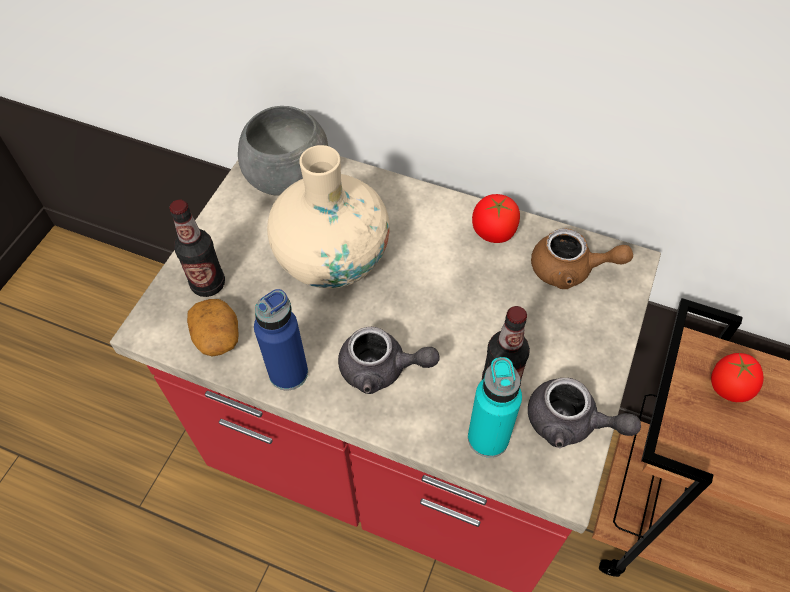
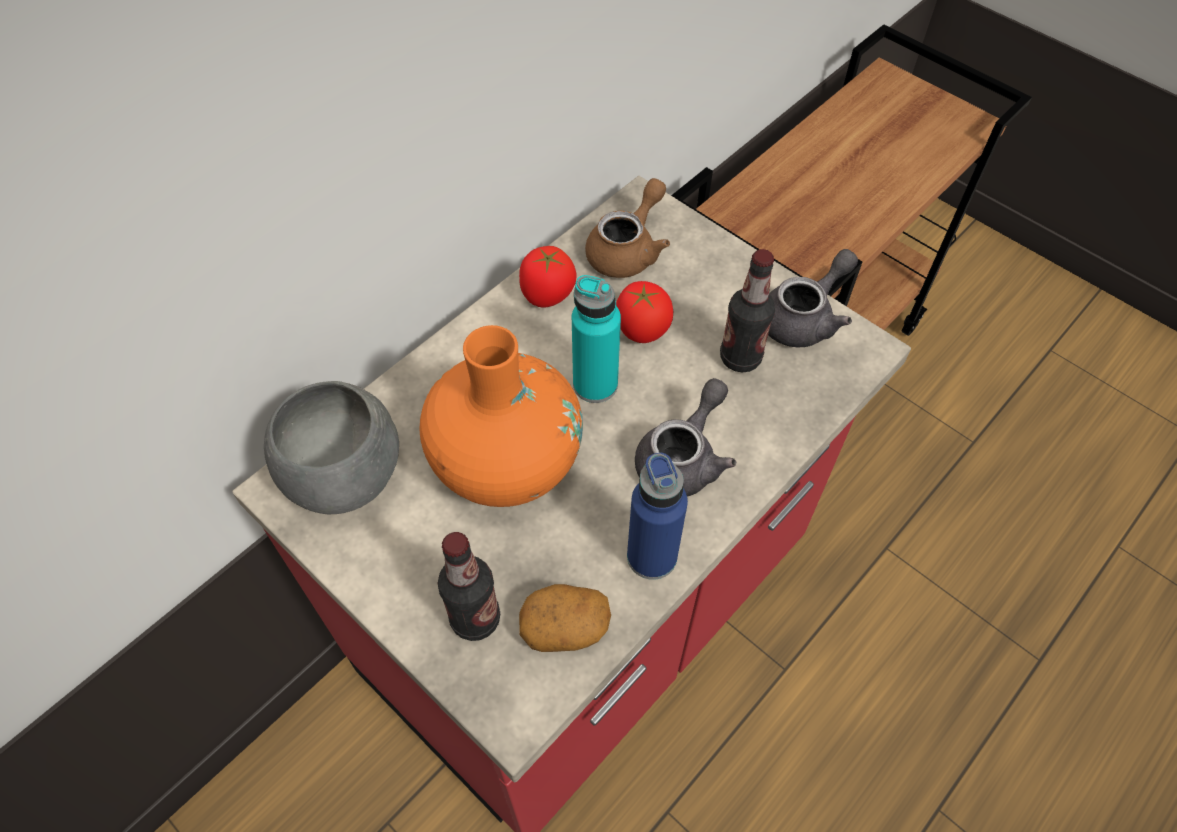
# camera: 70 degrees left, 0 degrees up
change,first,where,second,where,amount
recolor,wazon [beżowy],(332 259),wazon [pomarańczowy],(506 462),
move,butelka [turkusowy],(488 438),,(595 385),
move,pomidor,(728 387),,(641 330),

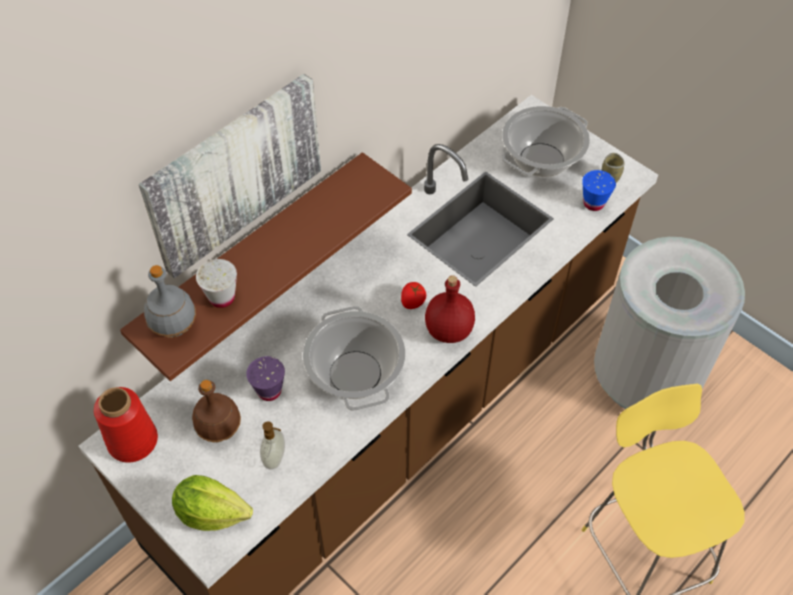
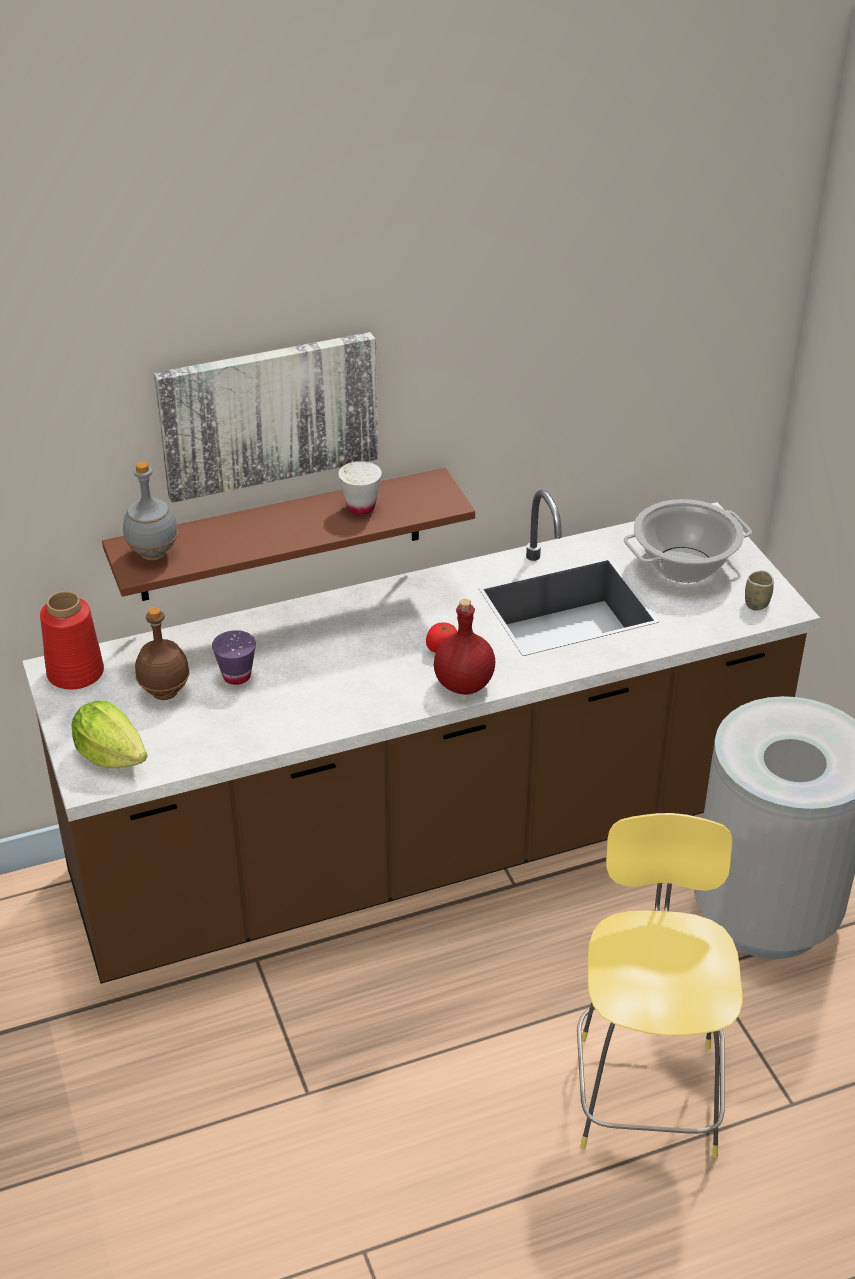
# camera: 25 degrees right, 15 degrees down
change,first,where,second,where,amount
move,filiżanka [biały],(222 298),,(361 507),
delete,dozownik mydła,(276 458),,,
delete,garnek,(356 374),,,
delete,filiżanka [niebieski],(593 203),,,

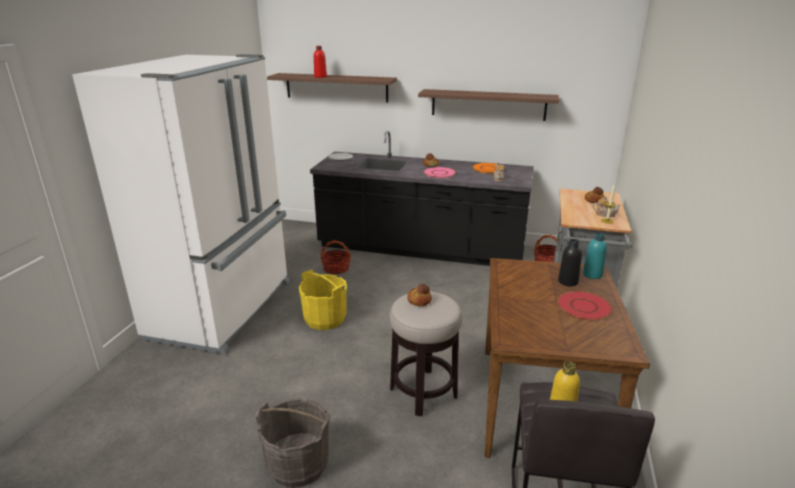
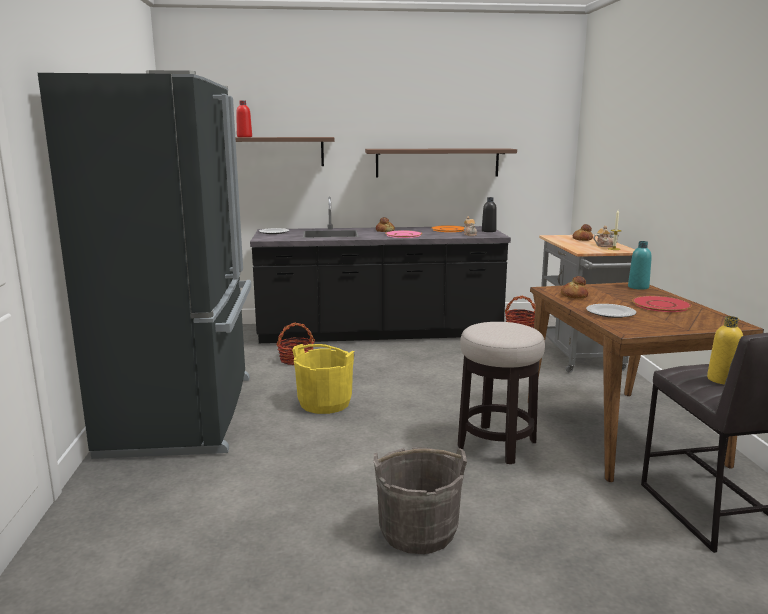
# camera: 20 degrees left, 10 degrees down
change,first,where,second,where,amount
recolor,lodówka [biały],(224 309),lodówka [czarny],(185 413),
move,chleb,(419 300),,(574 296),
move,butelka [czarny],(568 282),,(488 231),
insert,,,talerz,(610 313),

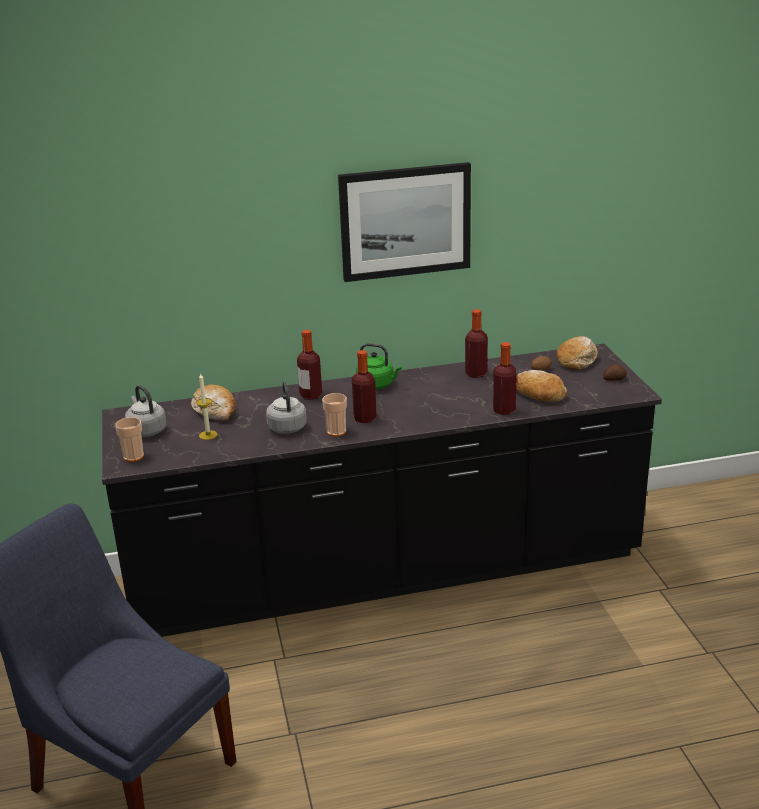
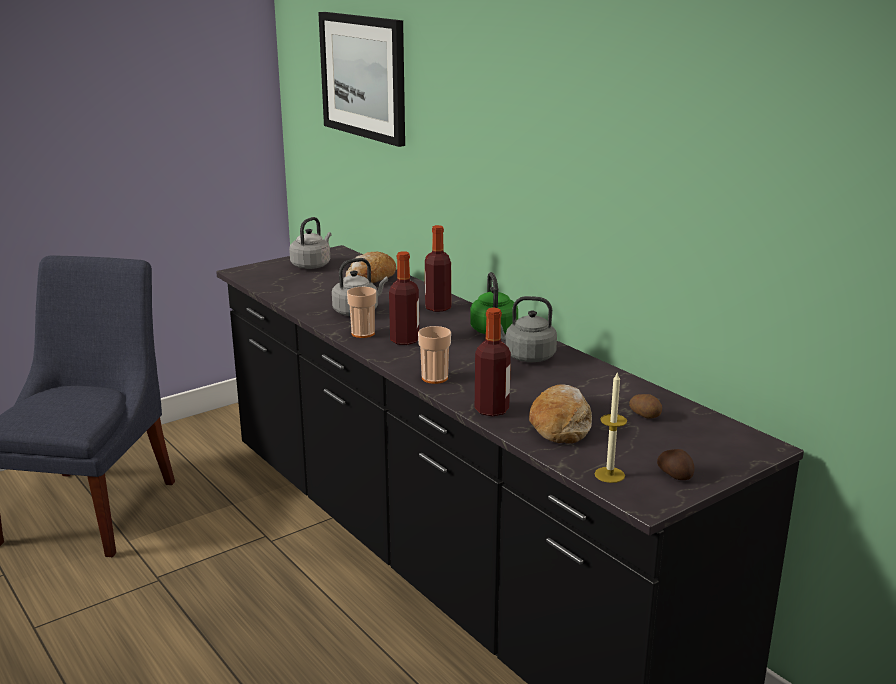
# camera: 65 degrees right, 5 degrees down
change,first,where,second,where,amount
move,filiżanka,(133 456),,(434 378),
move,świeca,(208 435),,(609 475),
move,obraz,(405 221),,(363 76),
delete,butelka,(476 373),,,
delete,chleb,(577 360),,,
insert,,,czajnik [szary],(527 356),

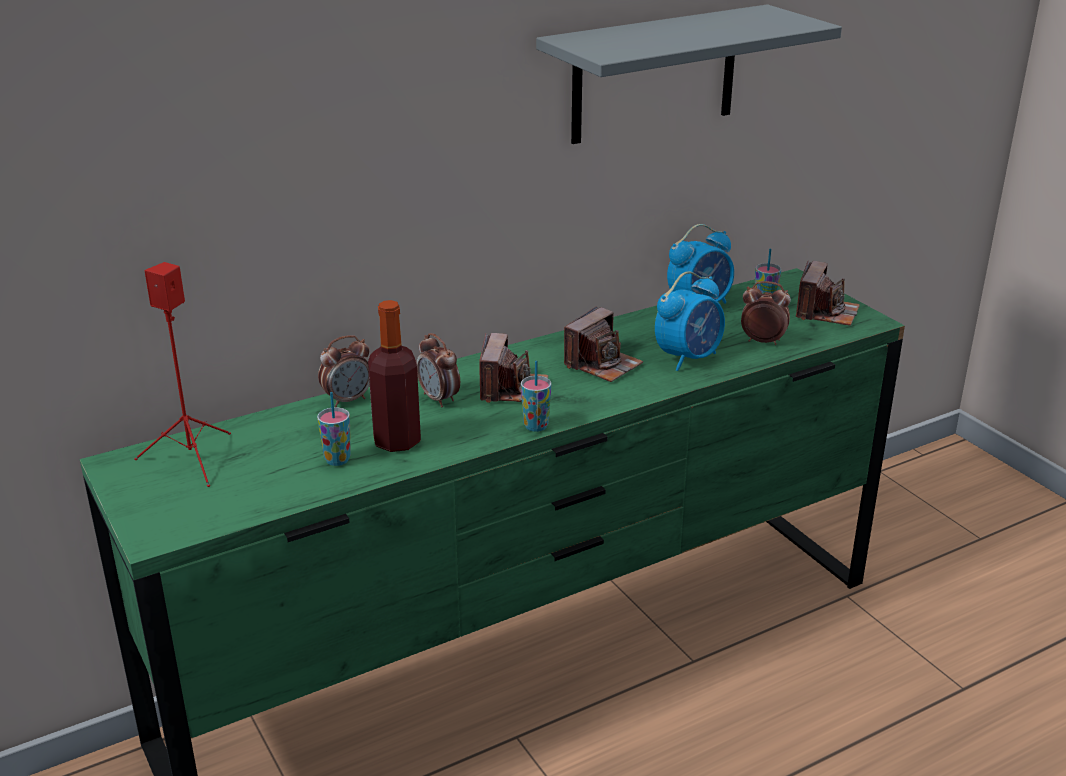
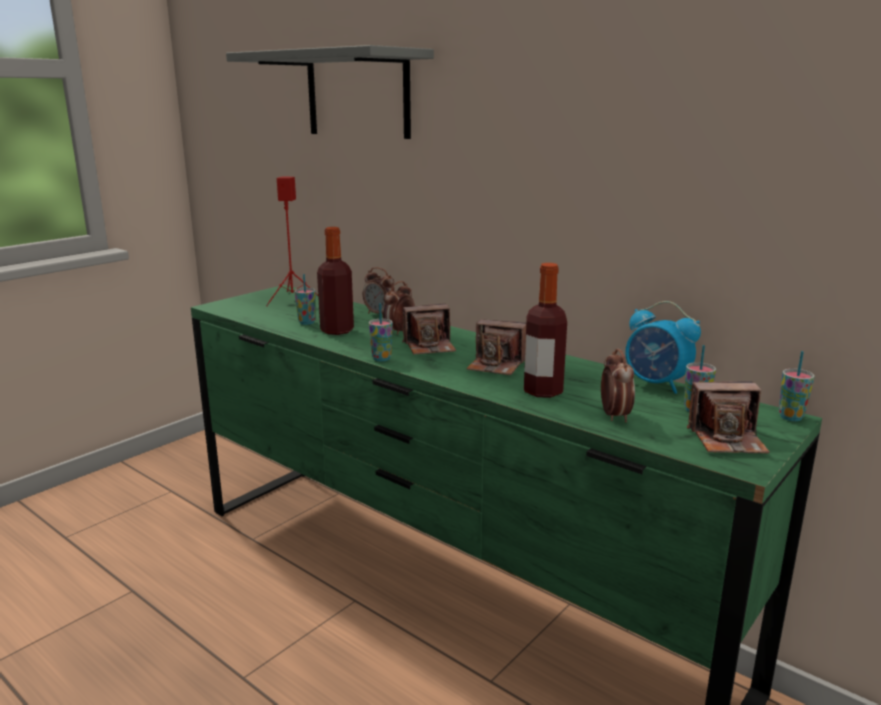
# camera: 70 degrees right, 10 degrees down
change,first,where,second,where,amount
move,półka [szary],(654 75),,(357 95),
replace,budzik,(689 358),butelka,(543 391),
insert,,,filiżanka,(790 417),

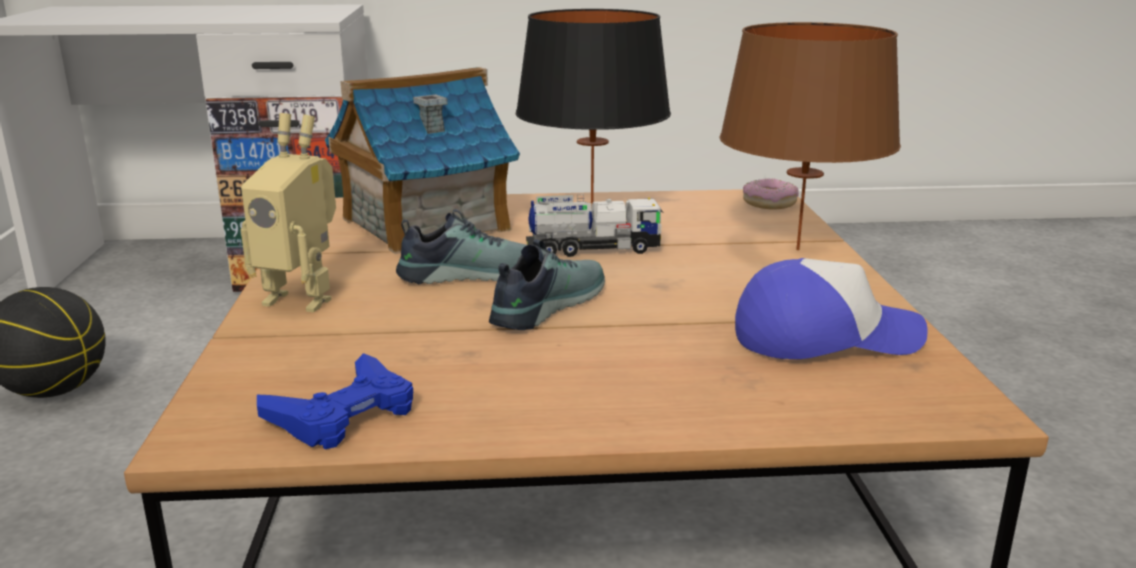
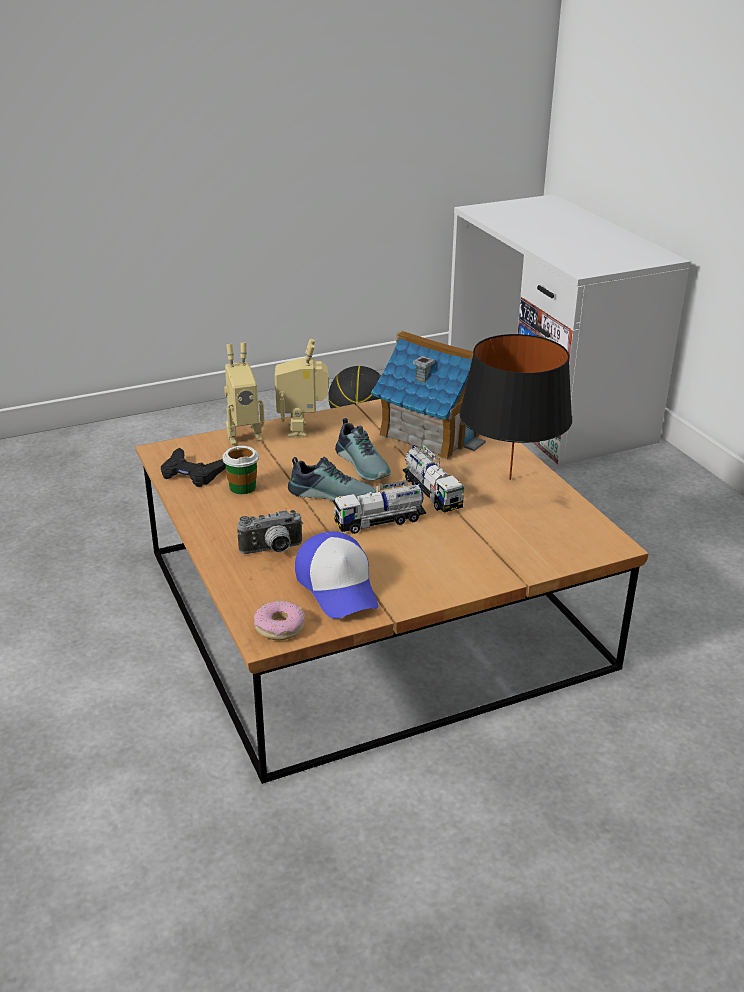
# camera: 70 degrees right, 10 degrees up
change,first,where,second,where,amount
recolor,pad do gier [niebieski],(343 414),pad do gier [czarny],(192 473),
delete,lampa stołowa [brązowy],(797 249),,,
move,donut,(769 203),,(279 627),
insert,,,filiżanka,(242 487),
insert,,,robot zabawkowy,(243 436),
insert,,,aparat fotograficzny,(272 550),
insert,,,ciężarówka zabawkowa,(379 521),

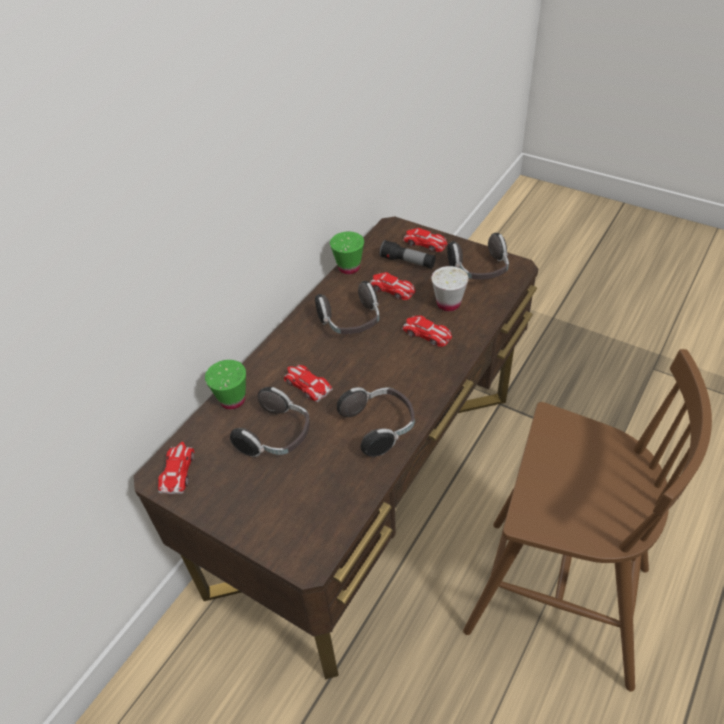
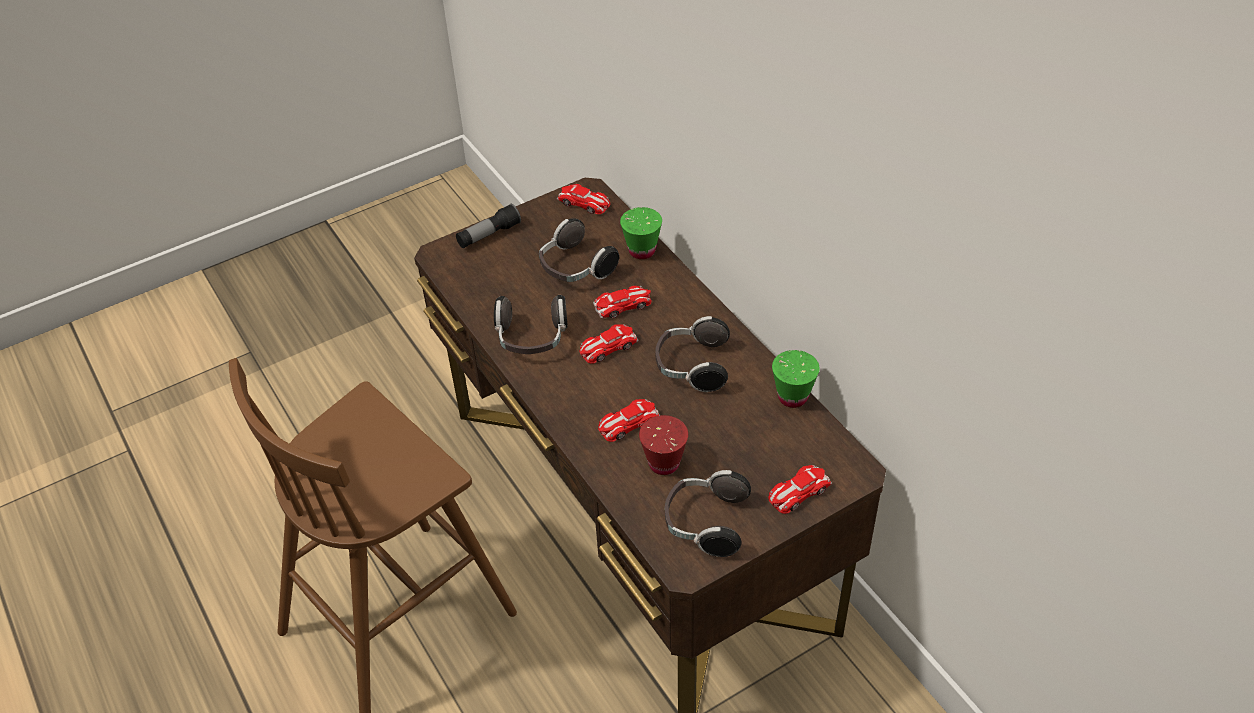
# camera: 115 degrees right, 0 degrees up
change,first,where,second,where,amount
move,samochodzik,(392 289),,(607 347),
move,latarka,(407 262),,(489 235),
recolor,filiżanka [biały],(448 304),filiżanka [czerwony],(664 463),

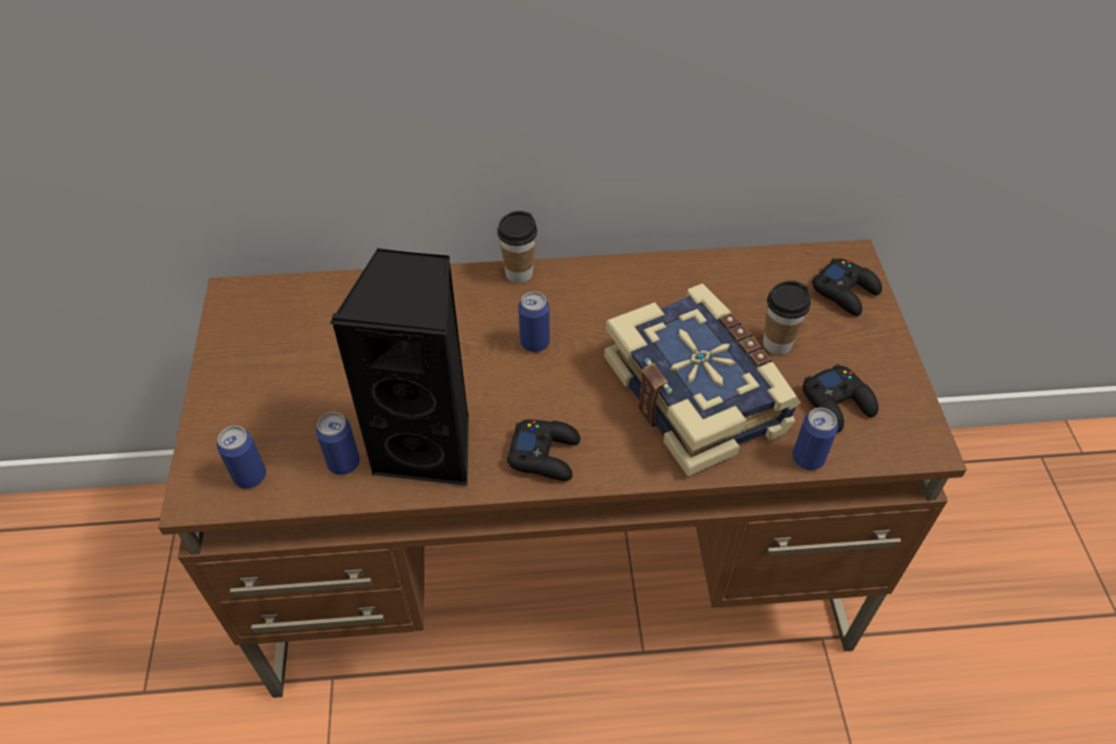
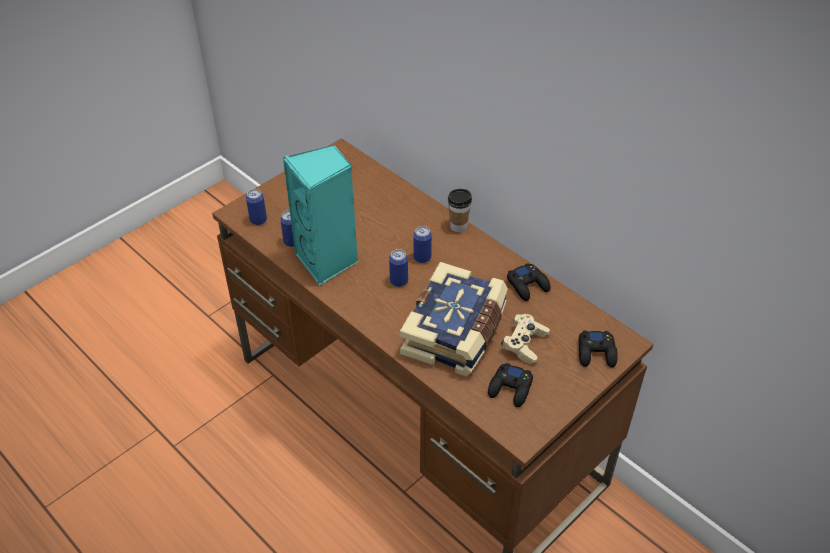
# camera: 50 degrees right, 5 degrees down
change,first,where,second,where,amount
recolor,głośnik [czarny],(430 446),głośnik [turkusowy],(328 261),
move,pad do gier [czarny],(545 454),,(528 285),
replace,filiżanka,(777 344),pad do gier [beżowy],(524 344),
move,puszka,(808 458),,(399 281),

